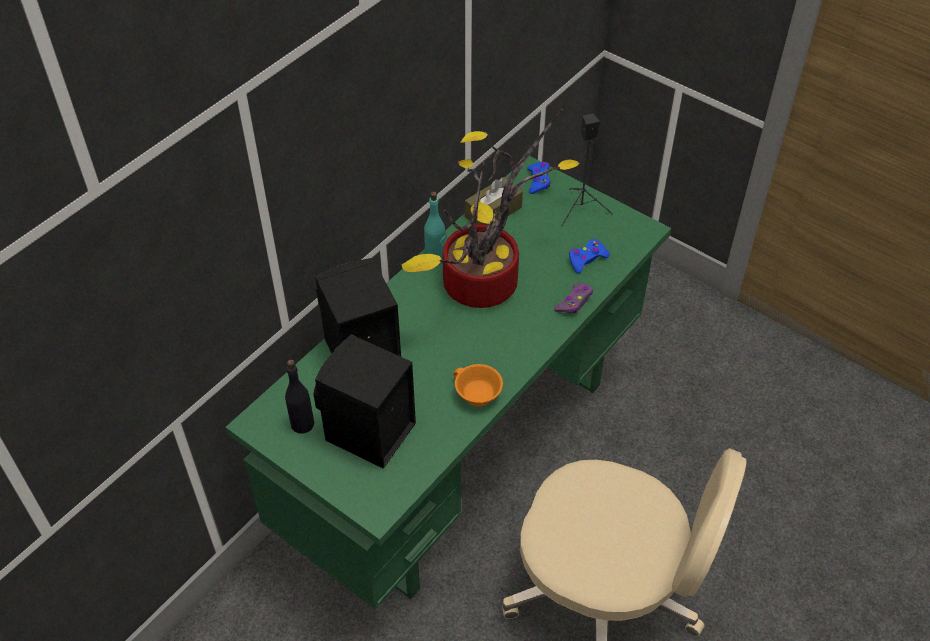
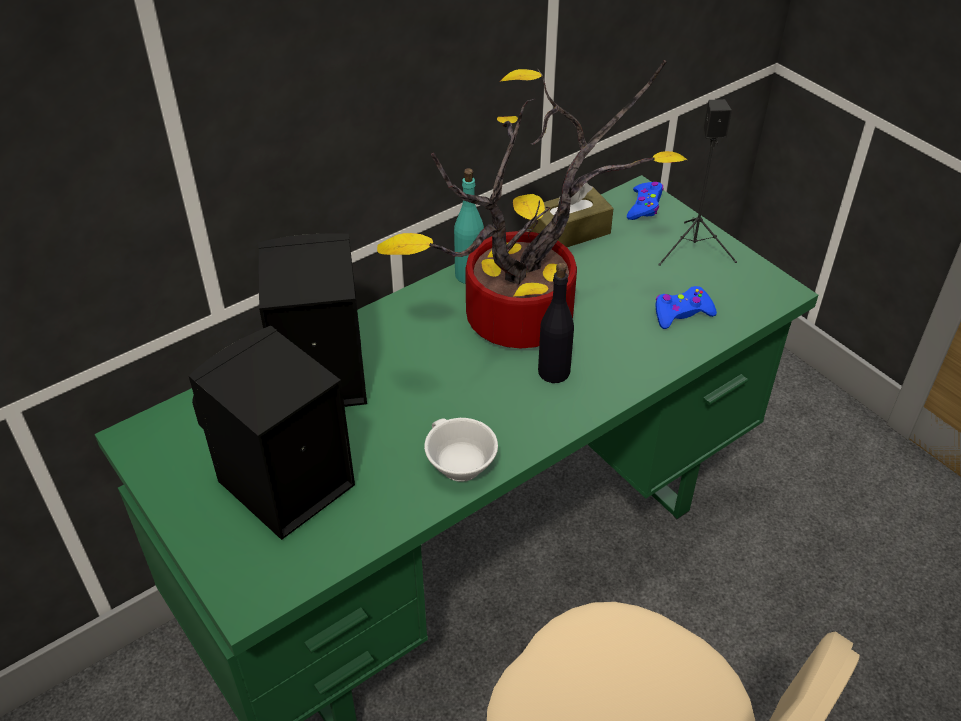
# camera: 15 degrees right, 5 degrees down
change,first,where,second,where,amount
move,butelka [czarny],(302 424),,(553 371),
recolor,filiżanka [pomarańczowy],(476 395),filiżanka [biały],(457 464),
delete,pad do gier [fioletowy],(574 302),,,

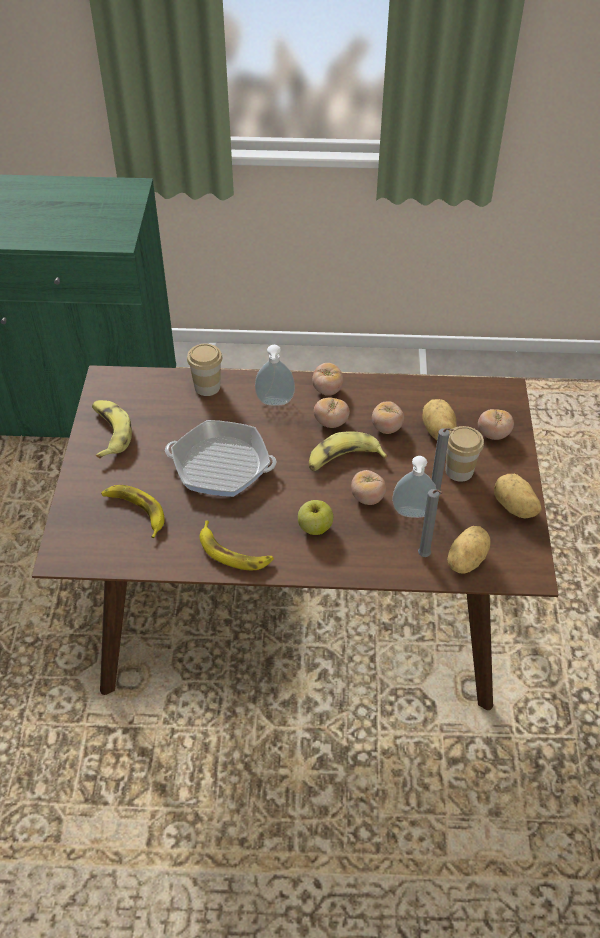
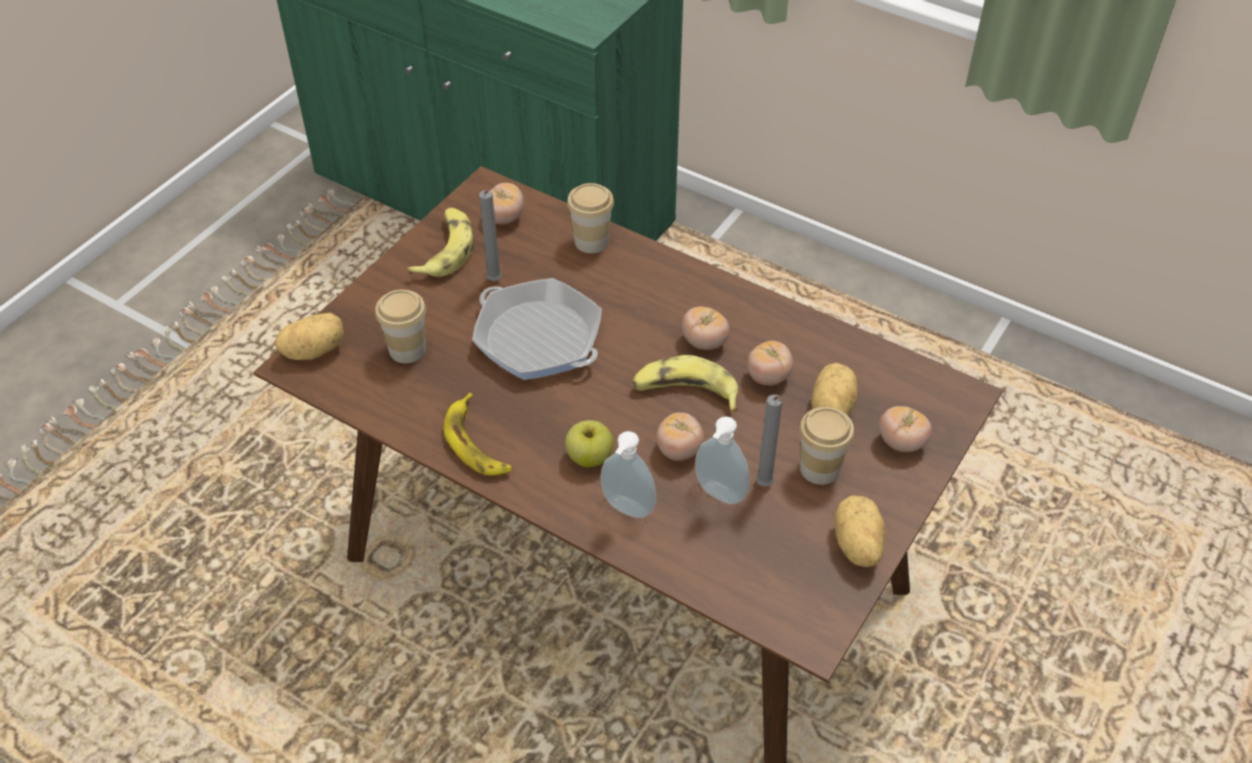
# camera: 30 degrees right, 0 degrees up
change,first,where,second,where,amount
replace,banan,(135 511),filiżanka,(407 349),
move,dozownik mydła,(275 403),,(626 510),
move,pomidor,(327 390),,(504 218),
move,świeca [szary],(425 556),,(494 282),
move,ziemniak,(465 560),,(314 350),

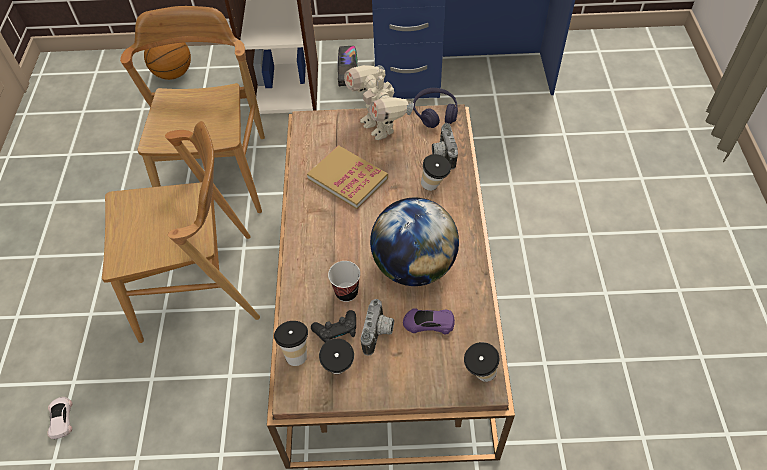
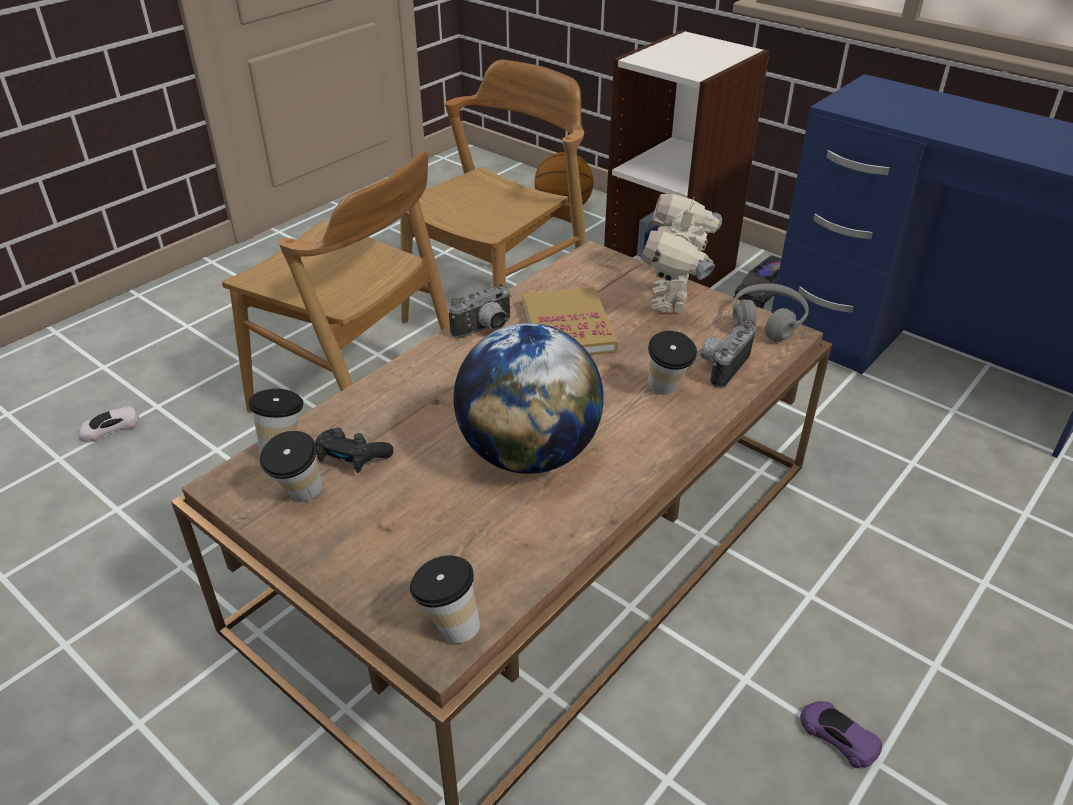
# camera: 40 degrees right, 15 degrees down
change,first,where,second,where,amount
rotate,samochodzik [biały],(61 418),,(110 428),150 degrees counterclockwise
delete,filiżanka,(346 292),,,
move,aparat fotograficzny,(379 334),,(485 330),
move,samochodzik [fioletowy],(428 323),,(838 736),
recolor,słuchawki [fioletowy],(435 113),słuchawki [szary],(767 322),

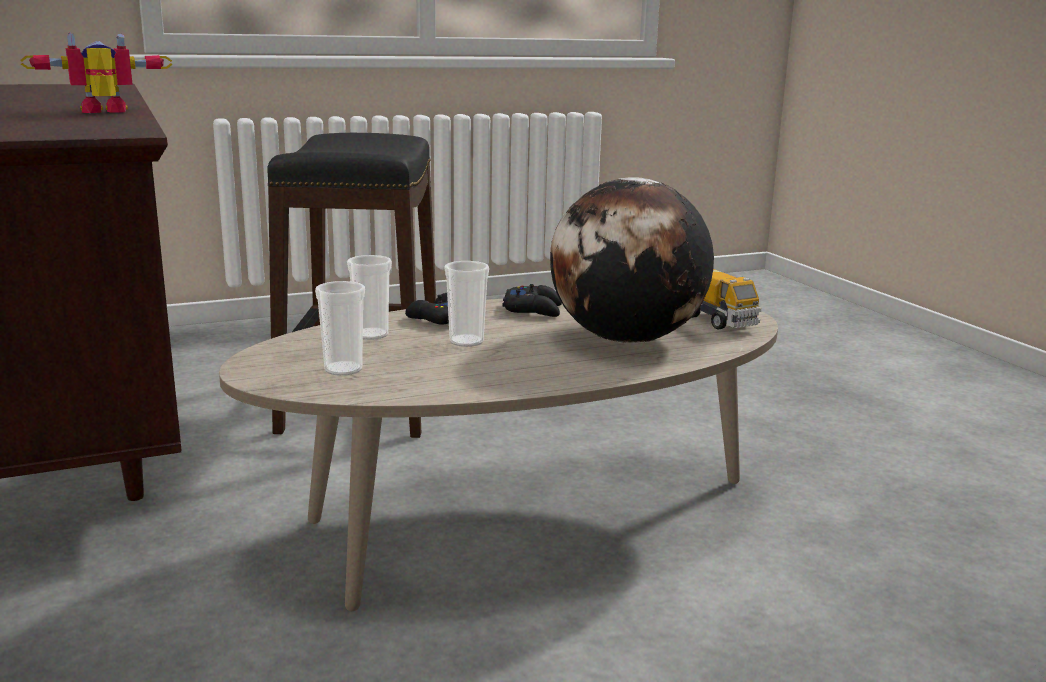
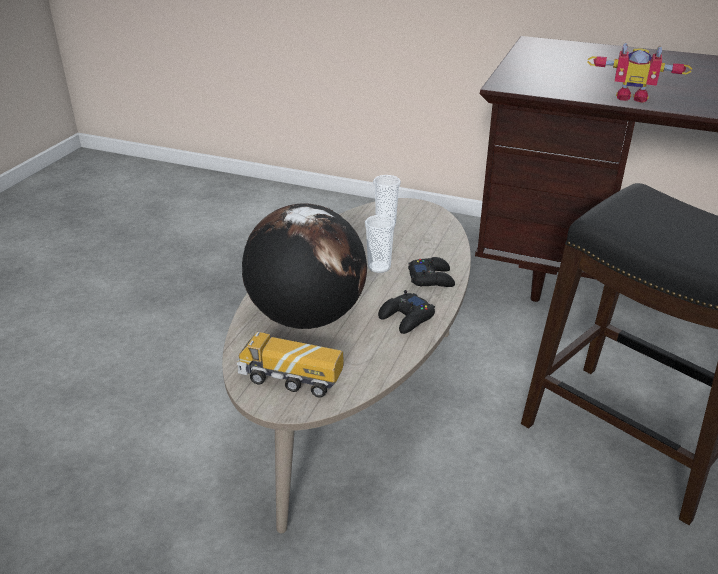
# camera: 135 degrees right, 15 degrees up
change,first,where,second,where,amount
rotate,robot zabawkowy,(105 112),,(631 97),90 degrees clockwise
delete,filiżanka,(371 335),,,

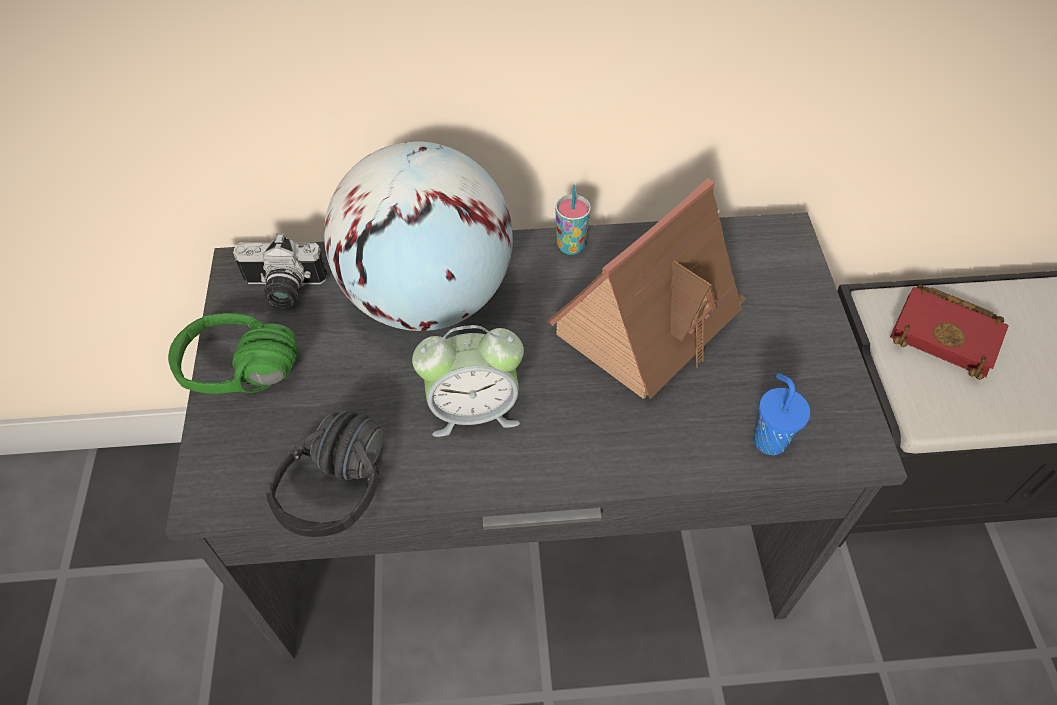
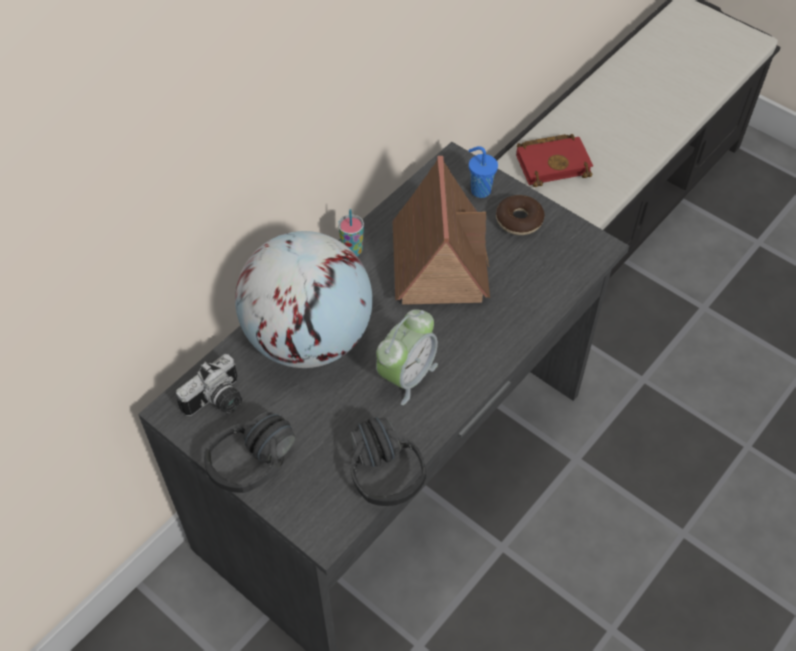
# camera: 45 degrees left, 0 degrees up
change,first,where,second,where,amount
recolor,słuchawki [zielony],(237 384),słuchawki [czarny],(262 470),
move,filiżanka [niebieski],(769 439),,(479 190),
insert,,,donut,(519 220),

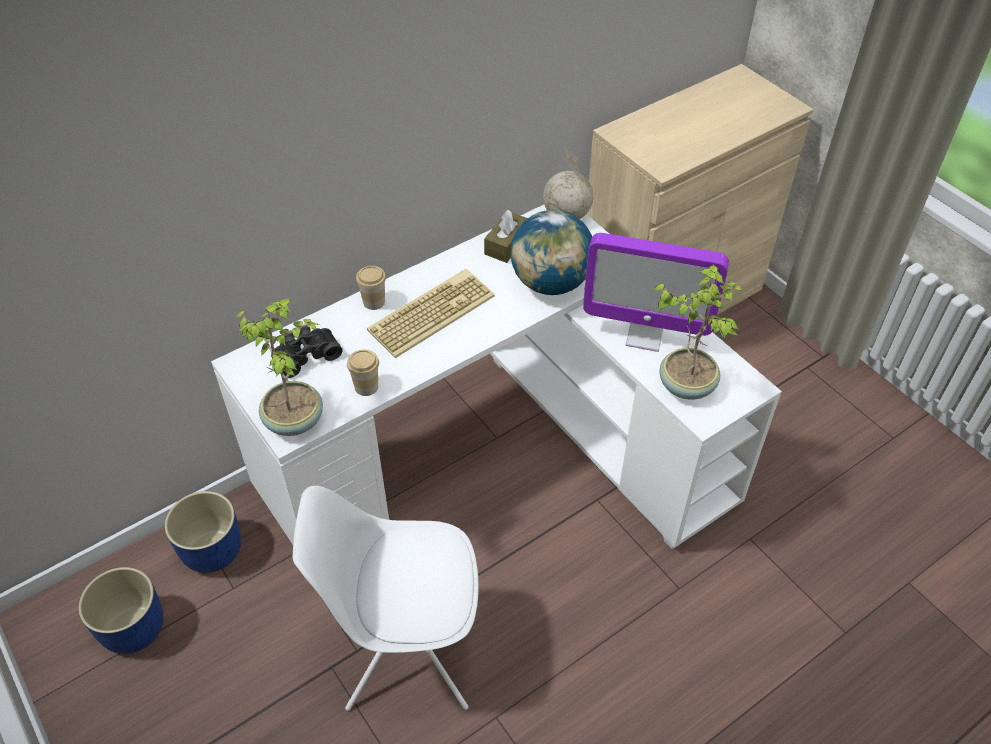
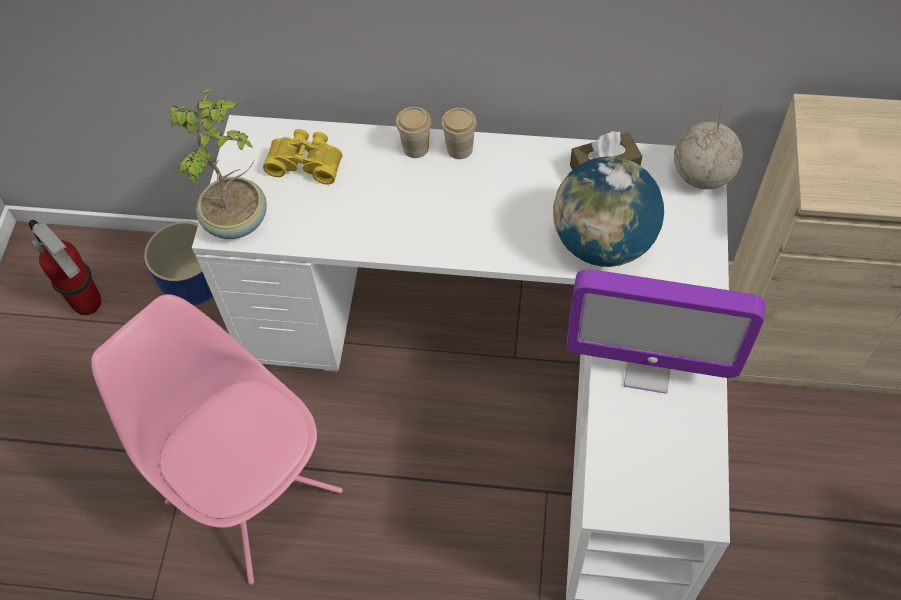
# camera: 45 degrees right, 10 degrees up
change,first,where,second,where,amount
replace,donica [niebieski],(133 627),gaśnica,(88 304),
recolor,lornetka [czarny],(305 355),lornetka [żółty],(306 162),
recolor,krzesło [biały],(406 652),krzesło [różowy],(252 494),
move,filiżanka,(366 386),,(459 149),
delete,klawiatura,(431 312),,,
rotate,monitor,(644 336),,(647 369),45 degrees counterclockwise
delete,roślina doniczkowa,(686 384),,,

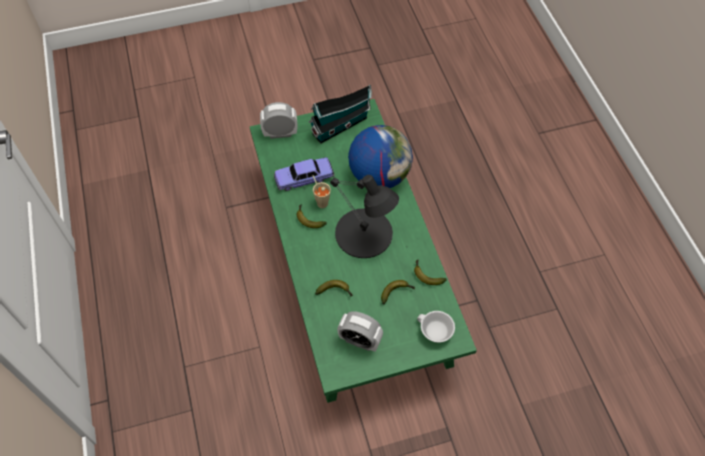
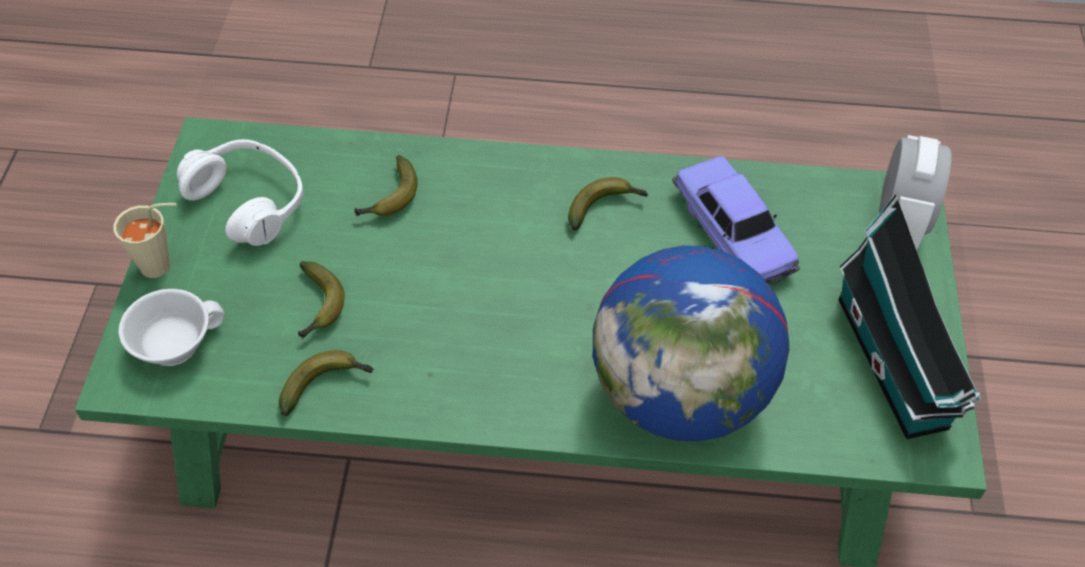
# camera: 110 degrees right, 5 degrees down
change,first,where,second,where,amount
rotate,samochodzik,(304 178),,(732 233),150 degrees clockwise
move,filiżanka [beżowy],(321 201),,(162 266),
delete,lampa stołowa [czarny],(364 234),,,
replace,budzik,(360 341),słuchawki [biały],(249 202),

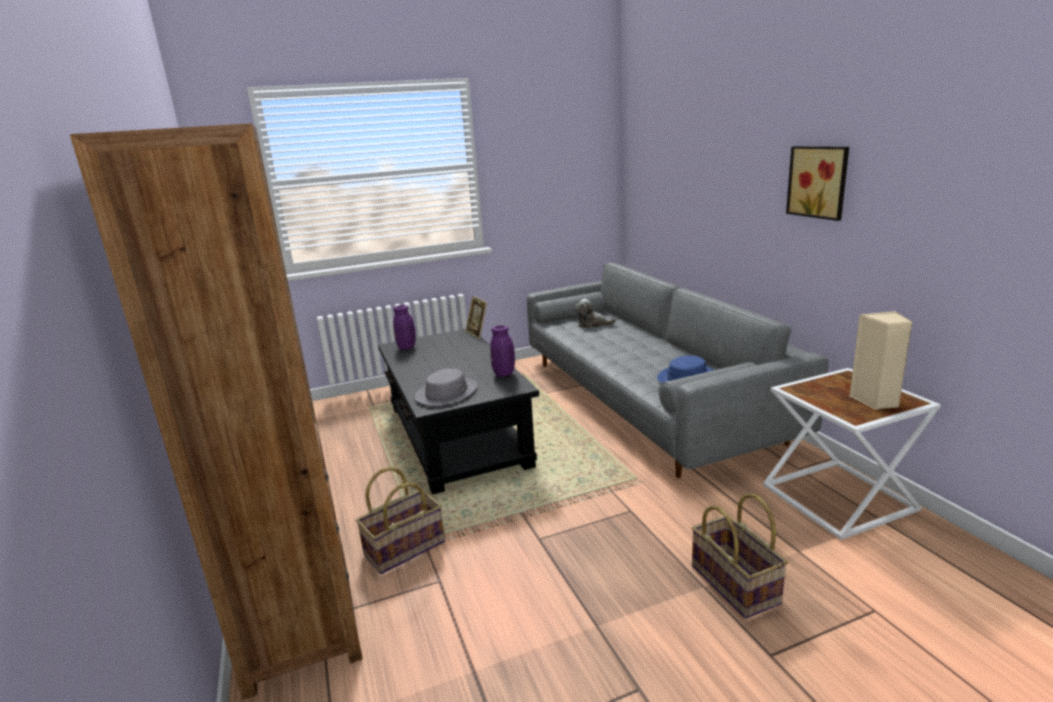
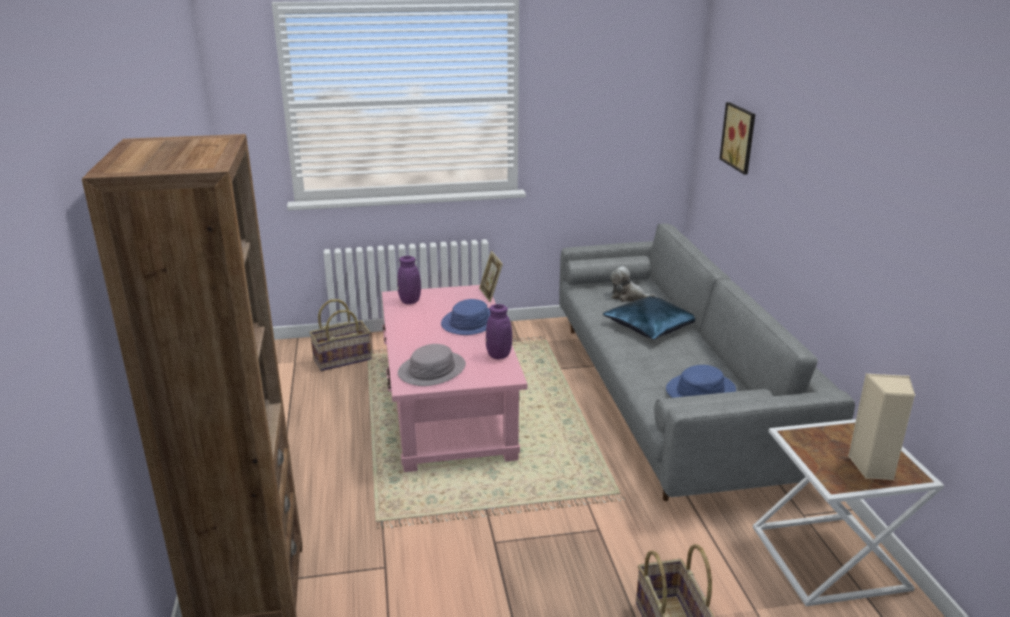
# camera: 10 degrees right, 5 degrees up
change,first,where,second,where,amount
move,koszyk,(404 547),,(342 359),
recolor,ława [czarny],(456 436),ława [różowy],(448 407),
move,obraz,(819 181),,(740 137),
insert,,,kapelusz [niebieski],(470 322),
insert,,,poduszka [niebieski],(651 326),

